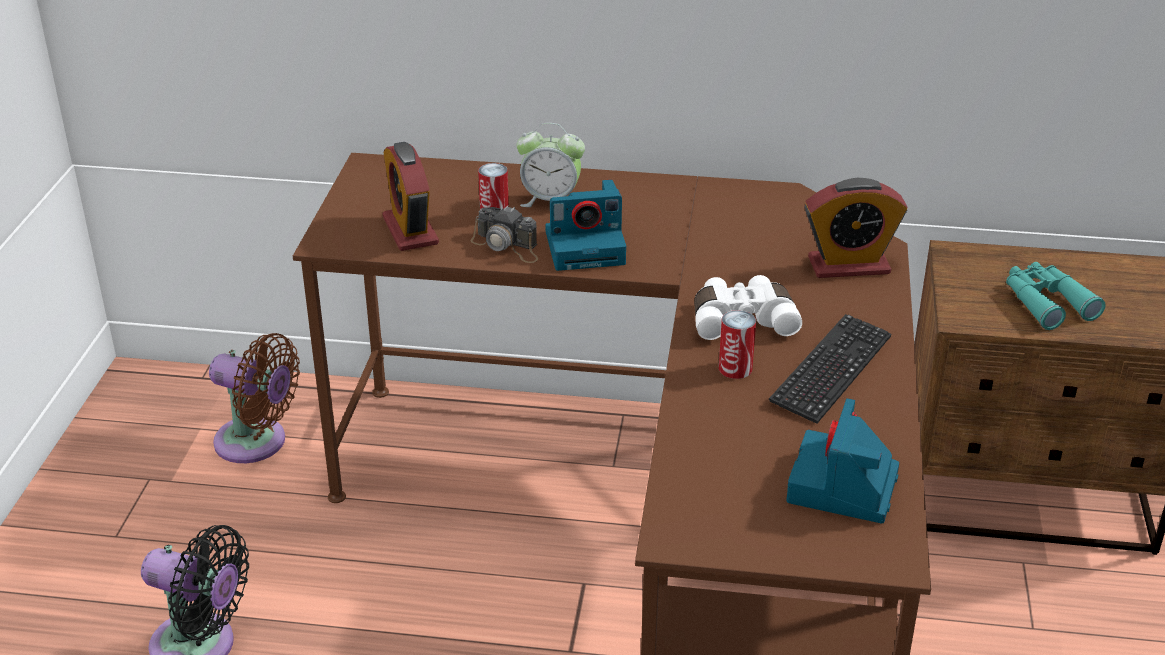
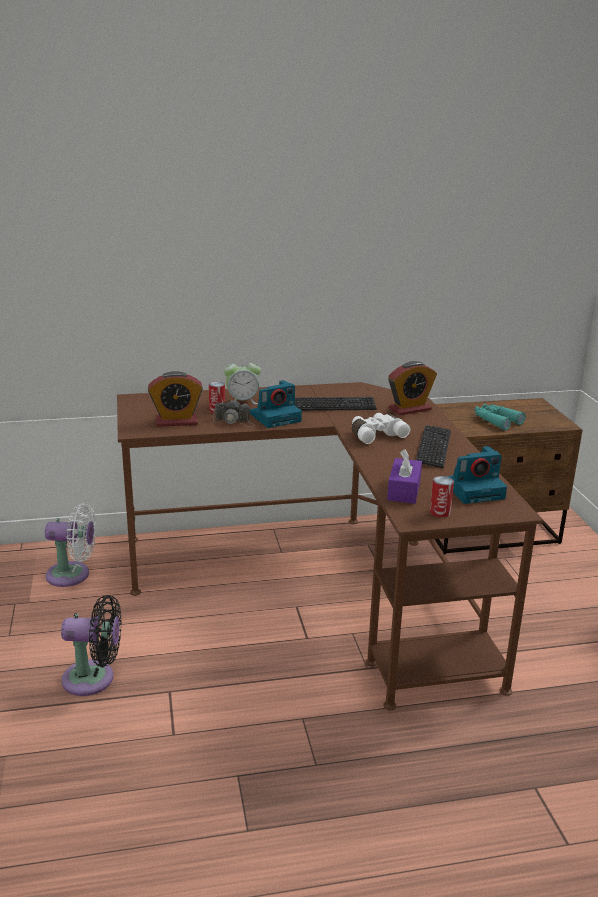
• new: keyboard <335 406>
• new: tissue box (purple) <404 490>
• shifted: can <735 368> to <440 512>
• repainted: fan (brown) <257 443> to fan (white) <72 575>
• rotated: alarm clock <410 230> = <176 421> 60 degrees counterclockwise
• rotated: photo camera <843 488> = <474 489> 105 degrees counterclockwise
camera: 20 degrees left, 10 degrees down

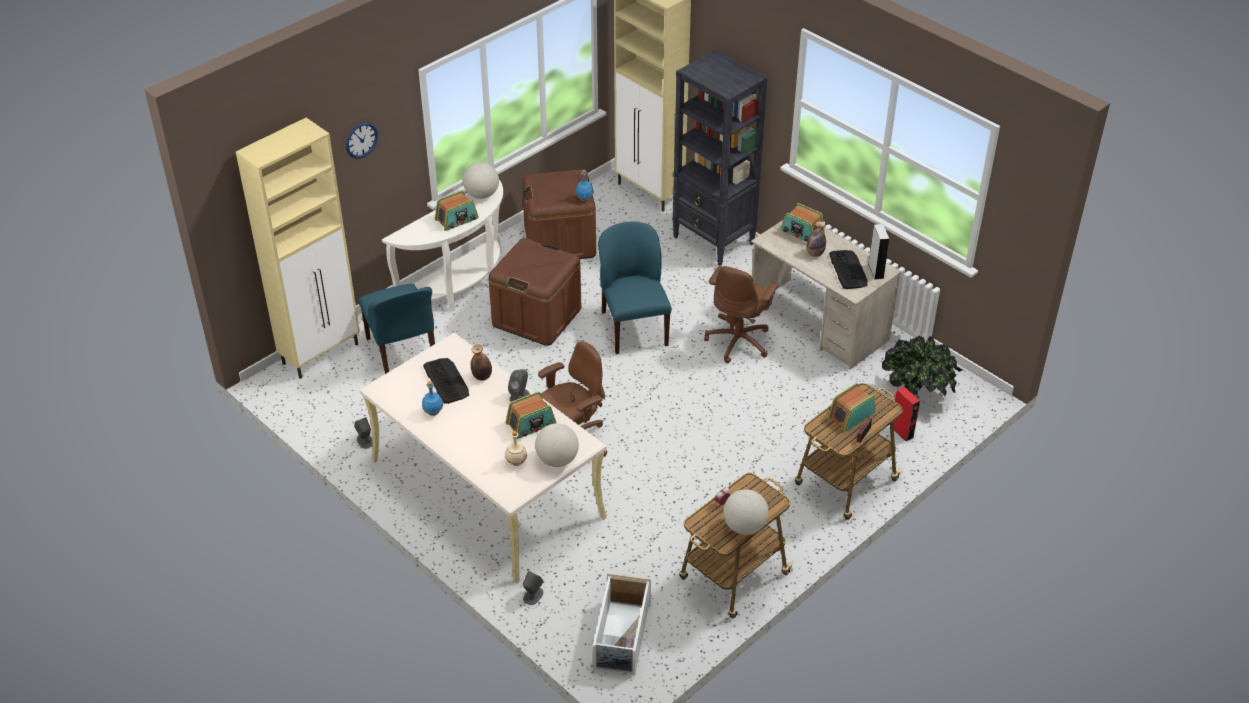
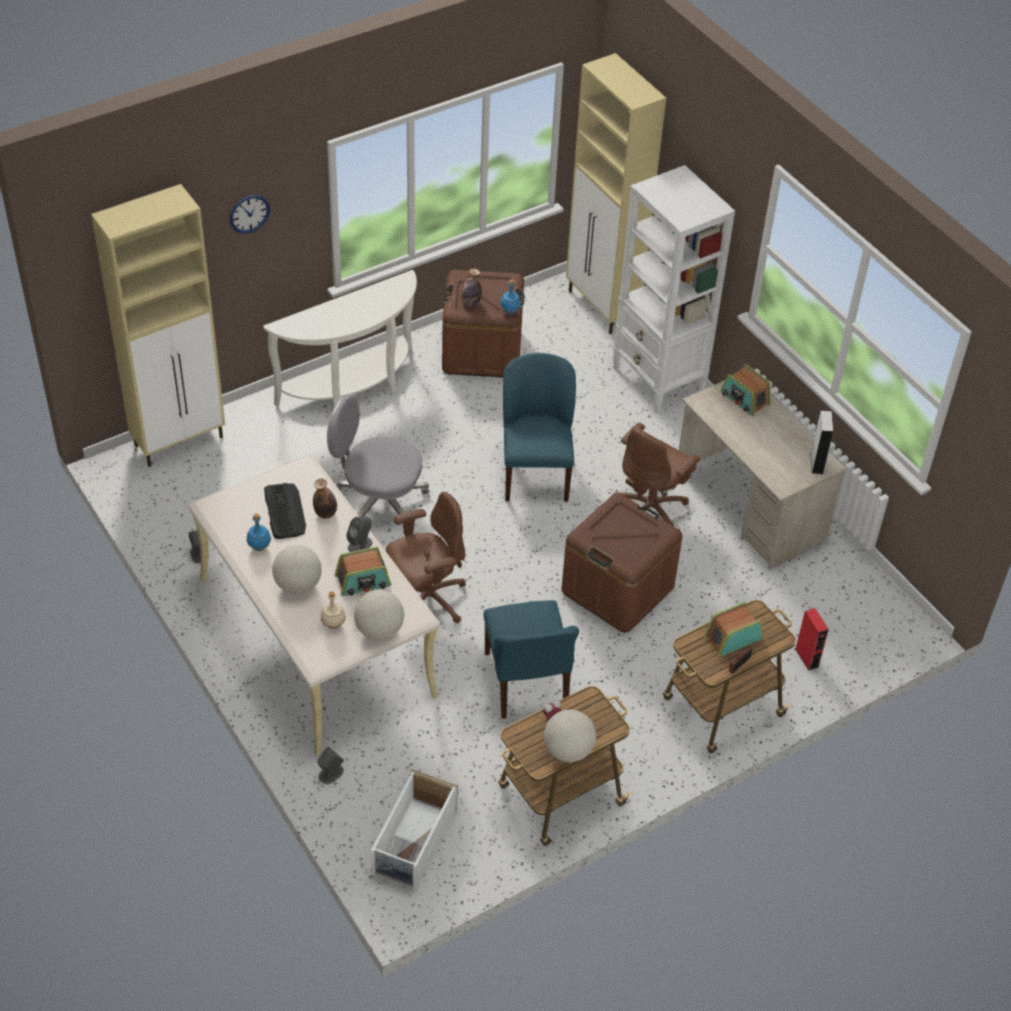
• gone: radio <457 219>
• gone: keyboard <848 269>
• gone: potted plant <917 393>
• new: office chair (grey) <378 501>
• shifted: chair (blue) <402 353> to <526 683>
• shifted: globe <482 195> to <298 585>
• shifted: storage box (brown) <537 317> to <617 589>
• shifted: bottle <815 254> to <470 303>
• repainted: bookcase (black) <714 241> to bookcase (white) <658 381>
camera: 10 degrees right, 5 degrees up

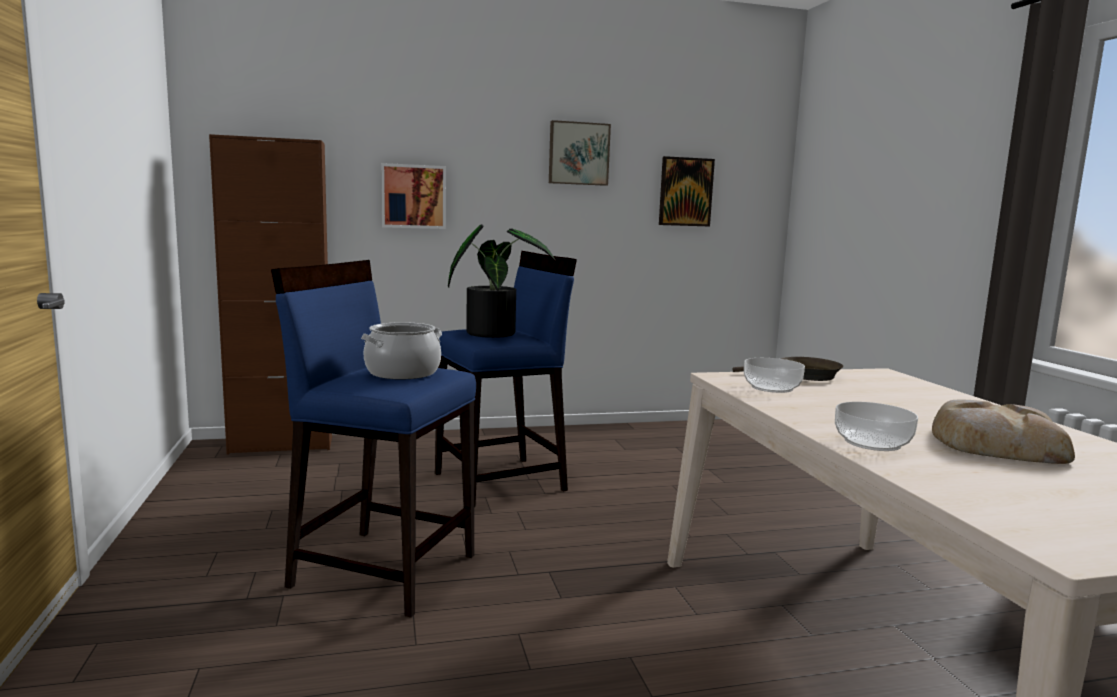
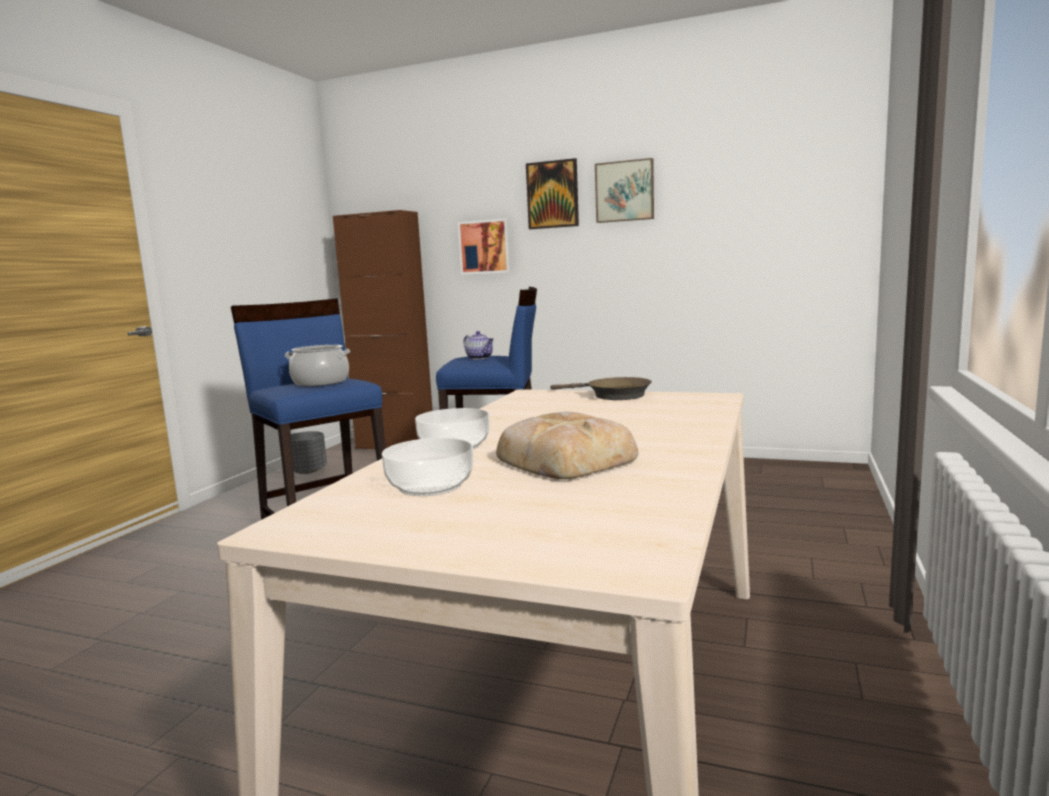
• new: planter (grey) <307 471>
• shifted: picture <685 192> to <552 194>
• shifted: bowl <772 387> to <431 486>
• swapped: potted plant <494 333> to teapot <480 358>
camera: 35 degrees right, 0 degrees up

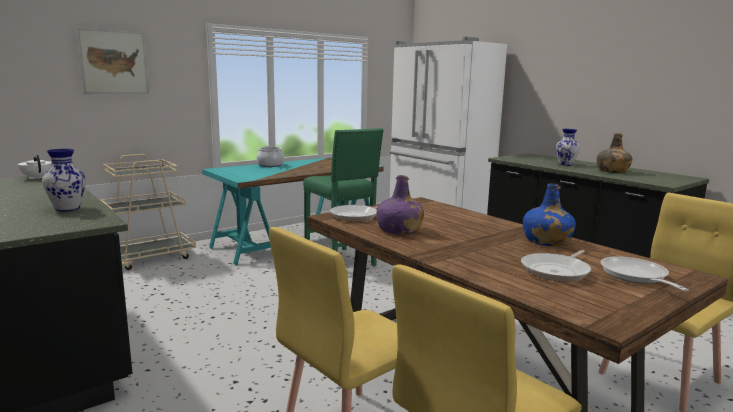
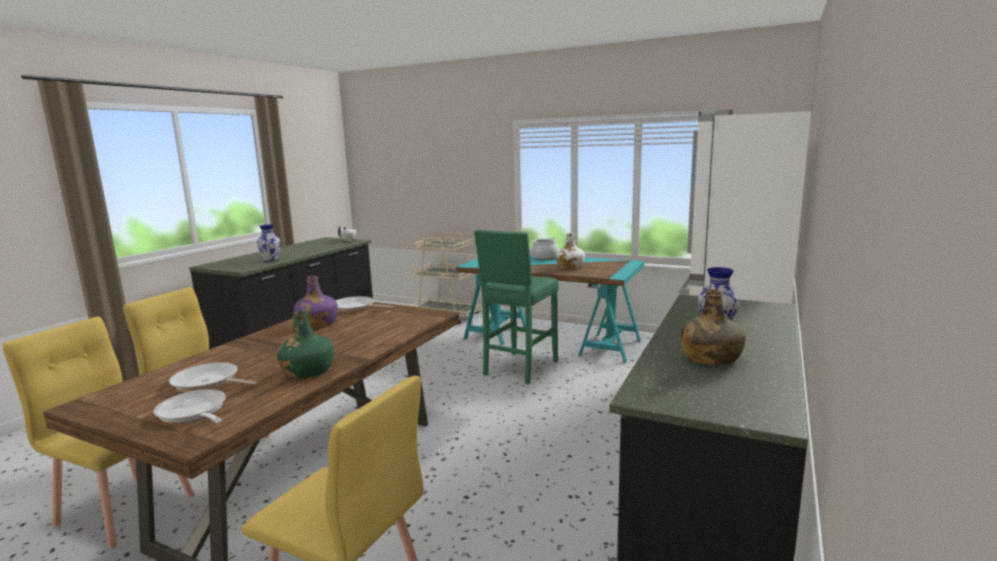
• gone: picture <114 62>
• new: bottle (white) <569 267>
• repainted: bottle (blue) <546 241> to bottle (green) <308 371>
• rotated: frying pan <636 276> = <193 413> 105 degrees counterclockwise
camera: 65 degrees right, 0 degrees up

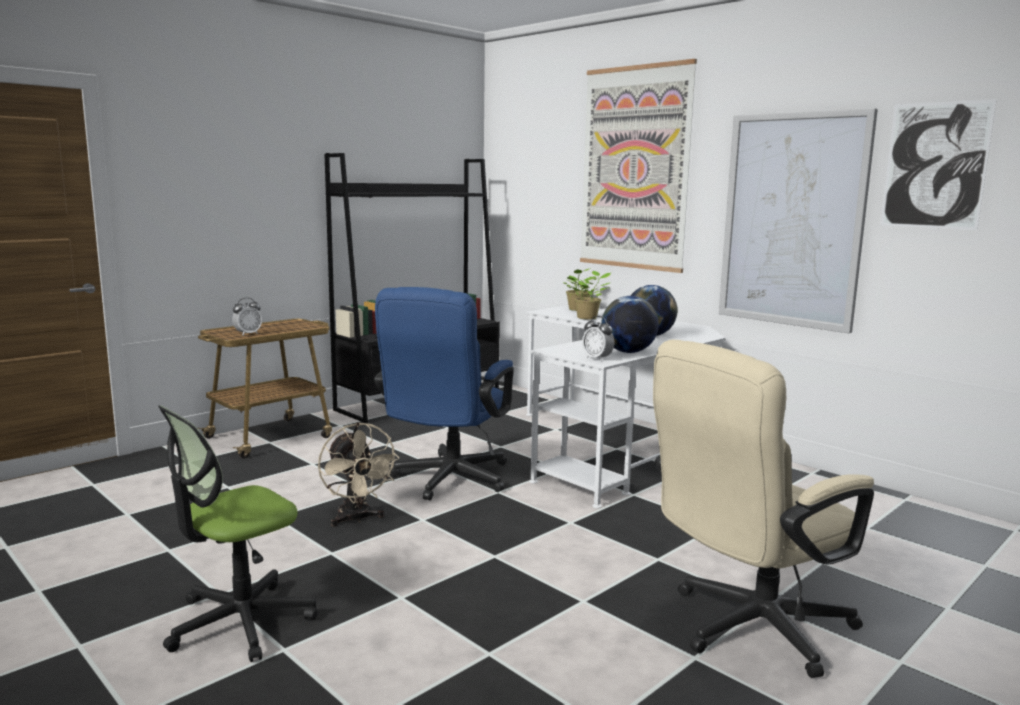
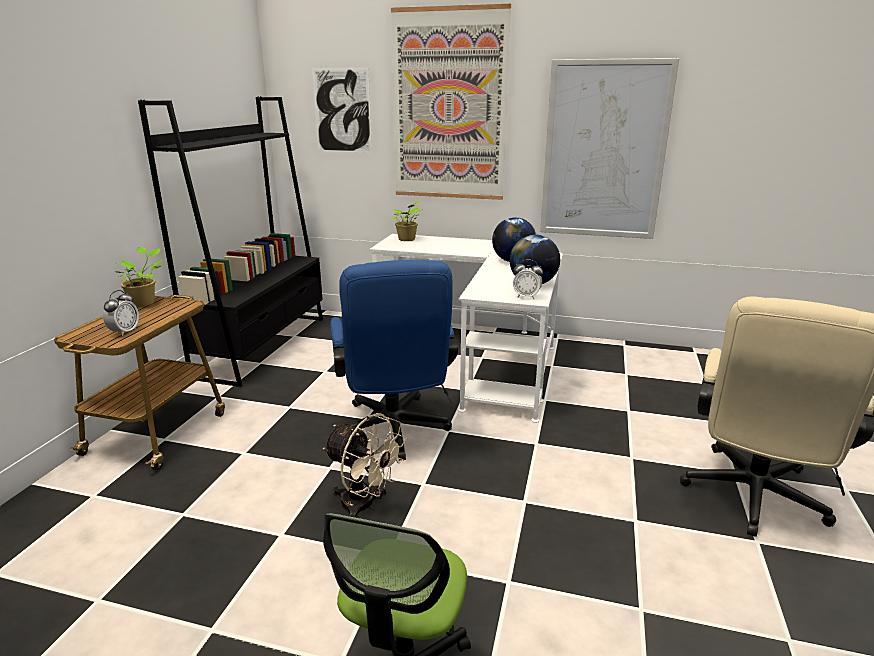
• shifted: potted plant <588 317> to <144 302>
• shifted: picture <935 165> to <342 111>
camera: 30 degrees left, 10 degrees up

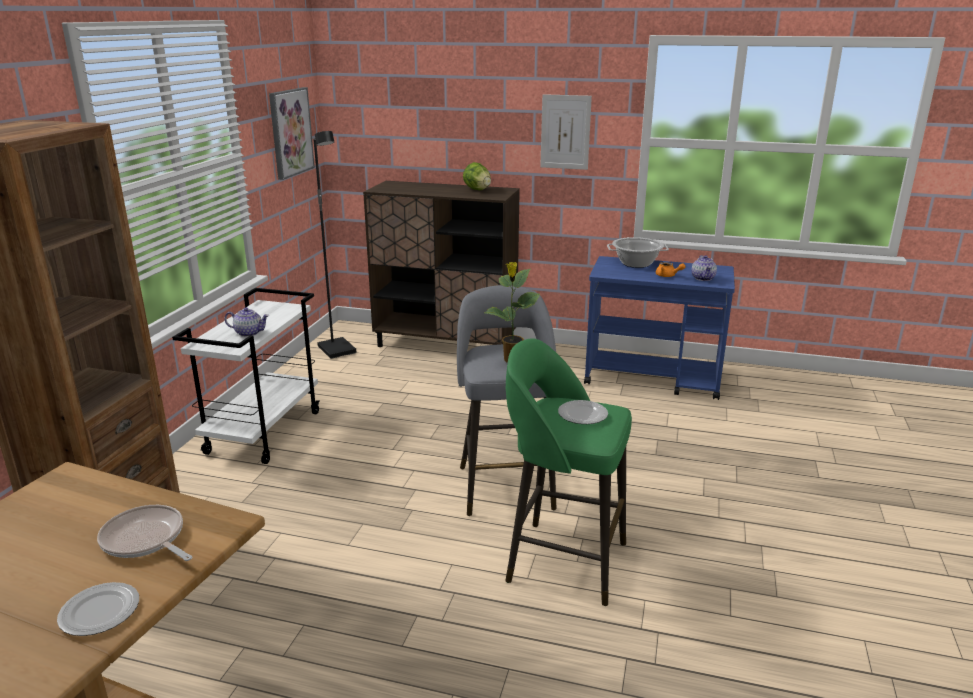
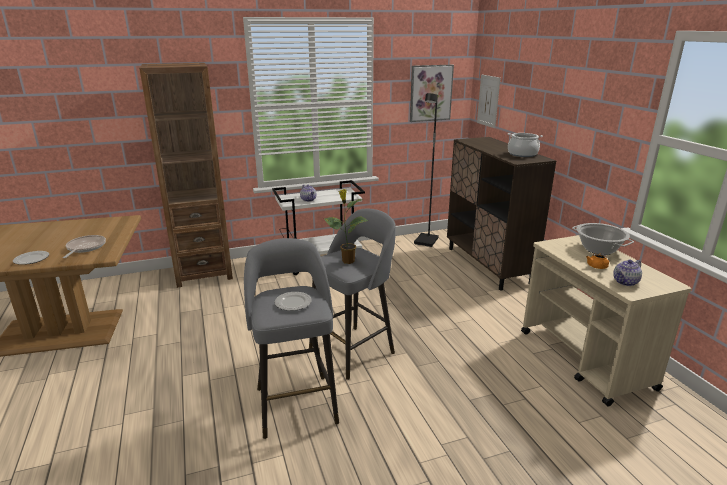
• shifted: picture <565 132> to <488 101>
• swapped: lettuce <477 189> to cooking pot <522 154>
• repainted: stool (green) <563 561> to stool (grey) <296 403>
• repainted: cart (blue) <653 378> to cart (beige) <585 360>
camera: 55 degrees right, 0 degrees up

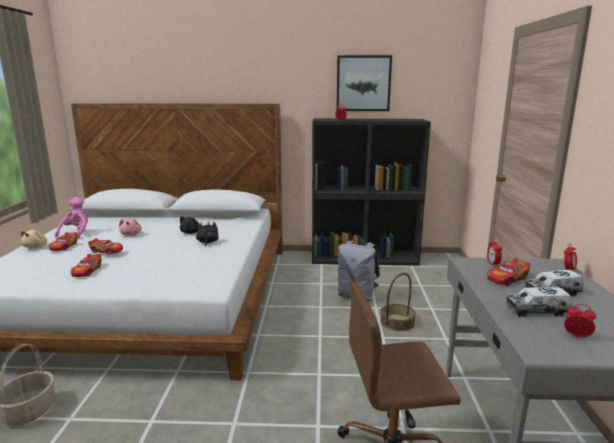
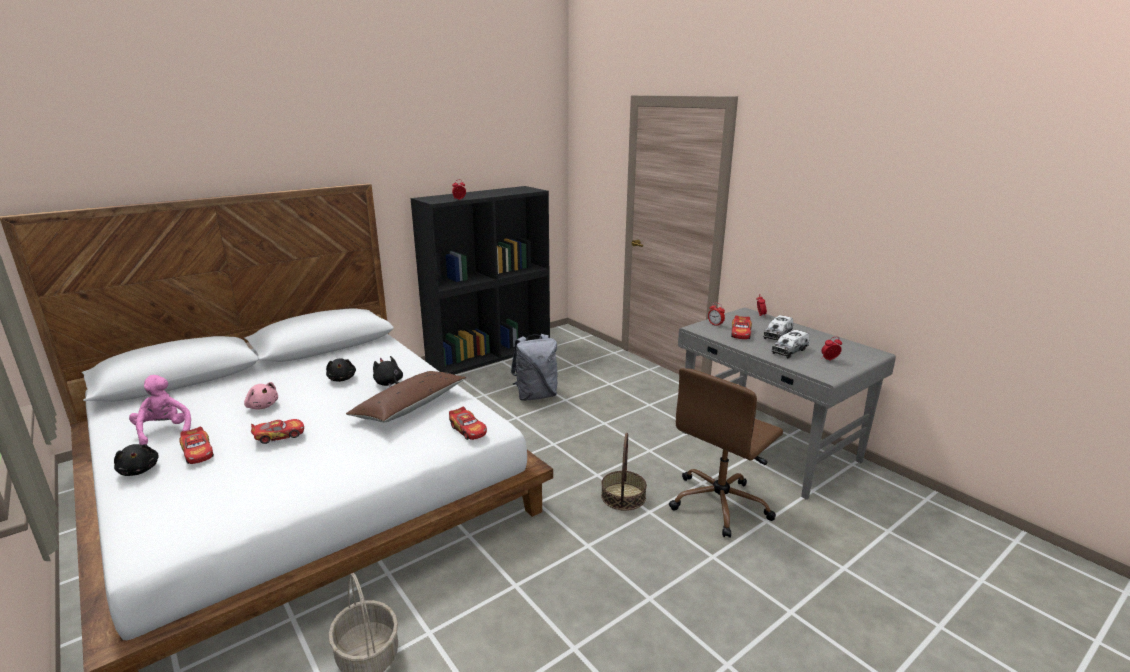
• gone: picture <363 83>
• new: pillow (brown) <410 407>
• shifted: toy car <87 271> to <468 430>
• shifted: basket <397 322> to <623 496>
• repainted: plush toy (beige) <36 247> to plush toy (black) <139 470>
camera: 40 degrees left, 5 degrees up

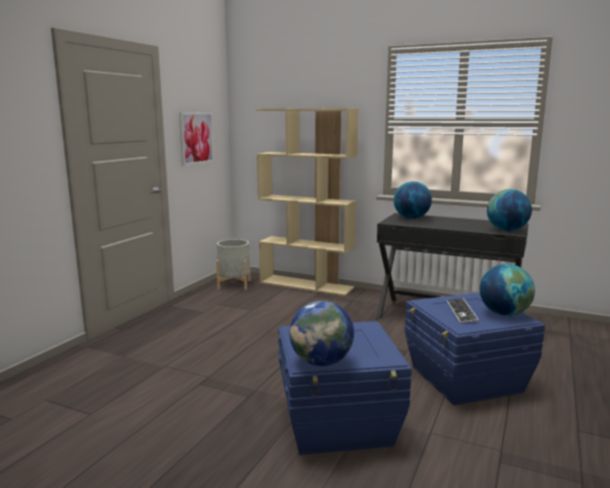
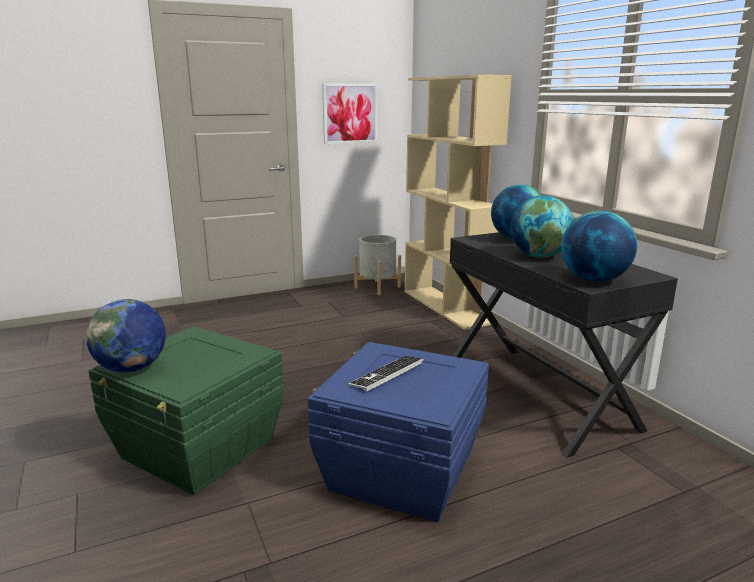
• shifted: globe <504 313> to <539 256>
• repainted: storage box (blue) <339 423> to storage box (green) <198 449>
camera: 40 degrees right, 5 degrees up

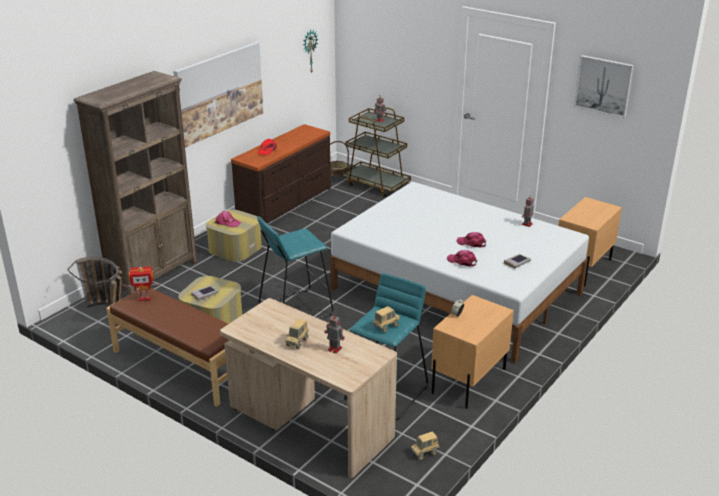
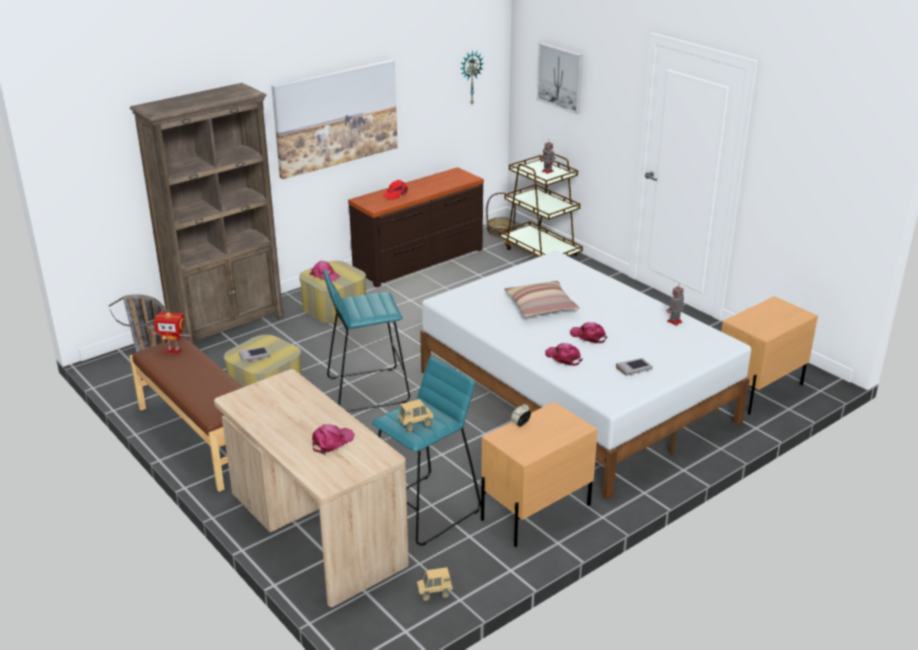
• gone: toy truck <297 342>
• new: pillow <541 306>
• shifted: picture <603 86> to <560 77>
• swapped: toy robot <334 348> to cap (pink) <332 442>
camera: 15 degrees right, 0 degrees up

